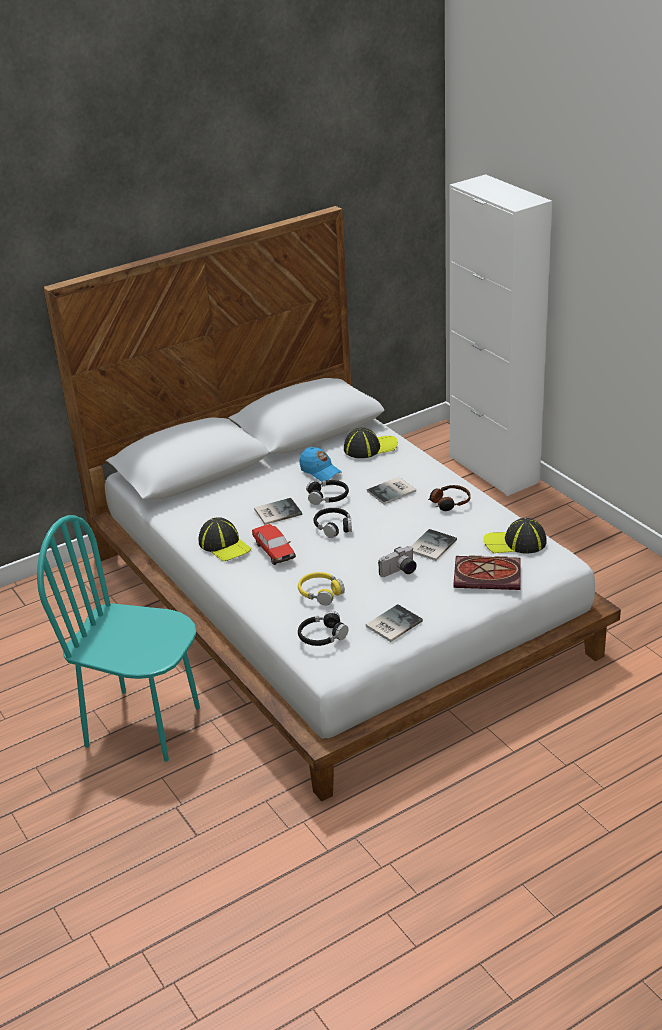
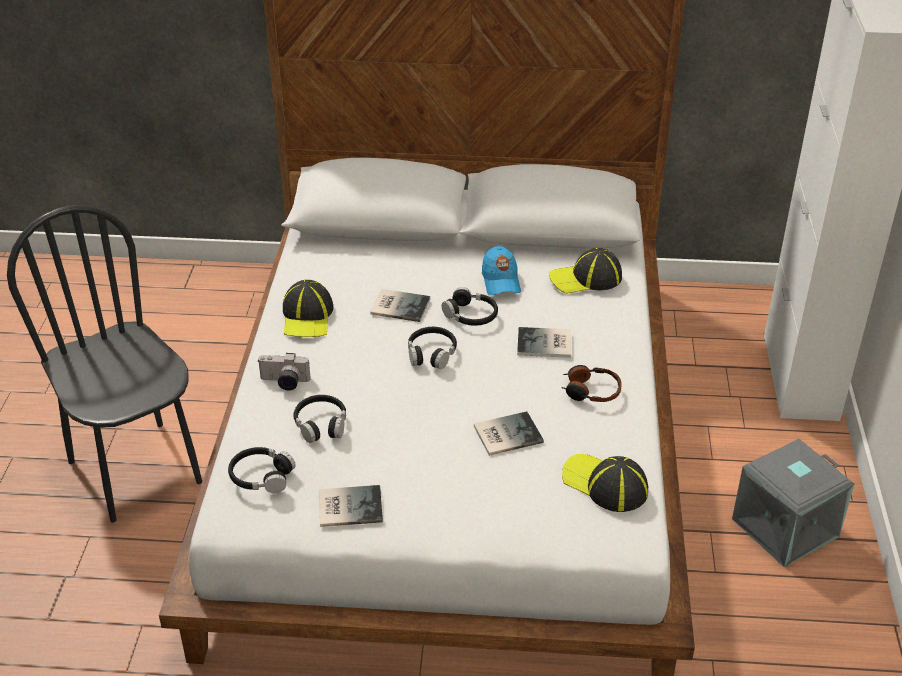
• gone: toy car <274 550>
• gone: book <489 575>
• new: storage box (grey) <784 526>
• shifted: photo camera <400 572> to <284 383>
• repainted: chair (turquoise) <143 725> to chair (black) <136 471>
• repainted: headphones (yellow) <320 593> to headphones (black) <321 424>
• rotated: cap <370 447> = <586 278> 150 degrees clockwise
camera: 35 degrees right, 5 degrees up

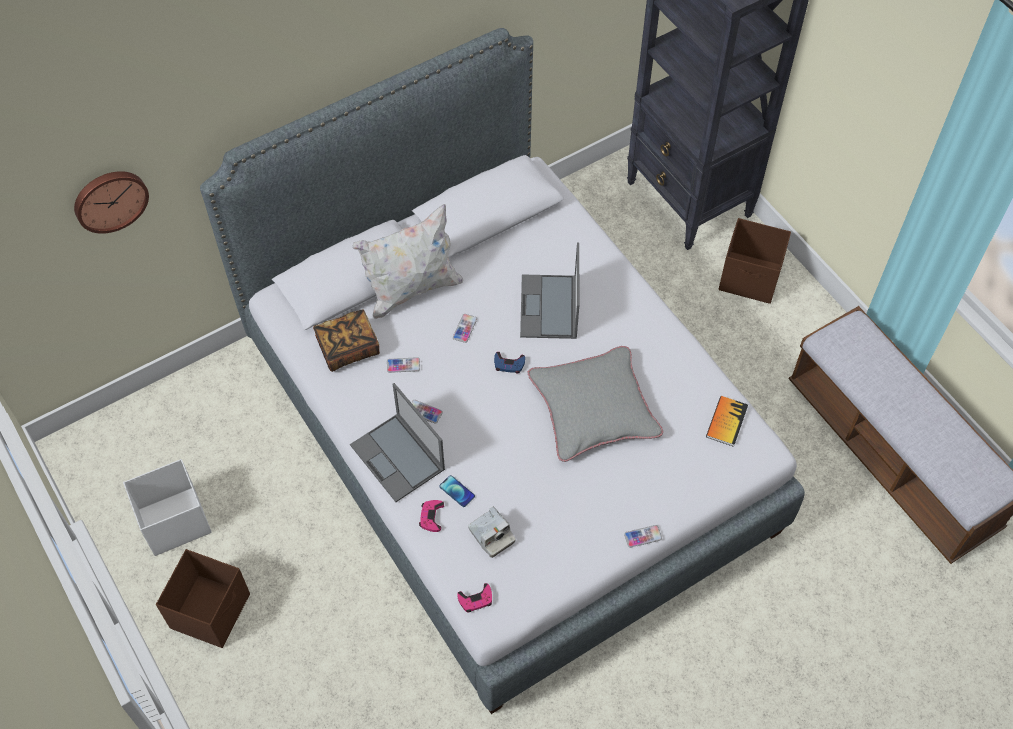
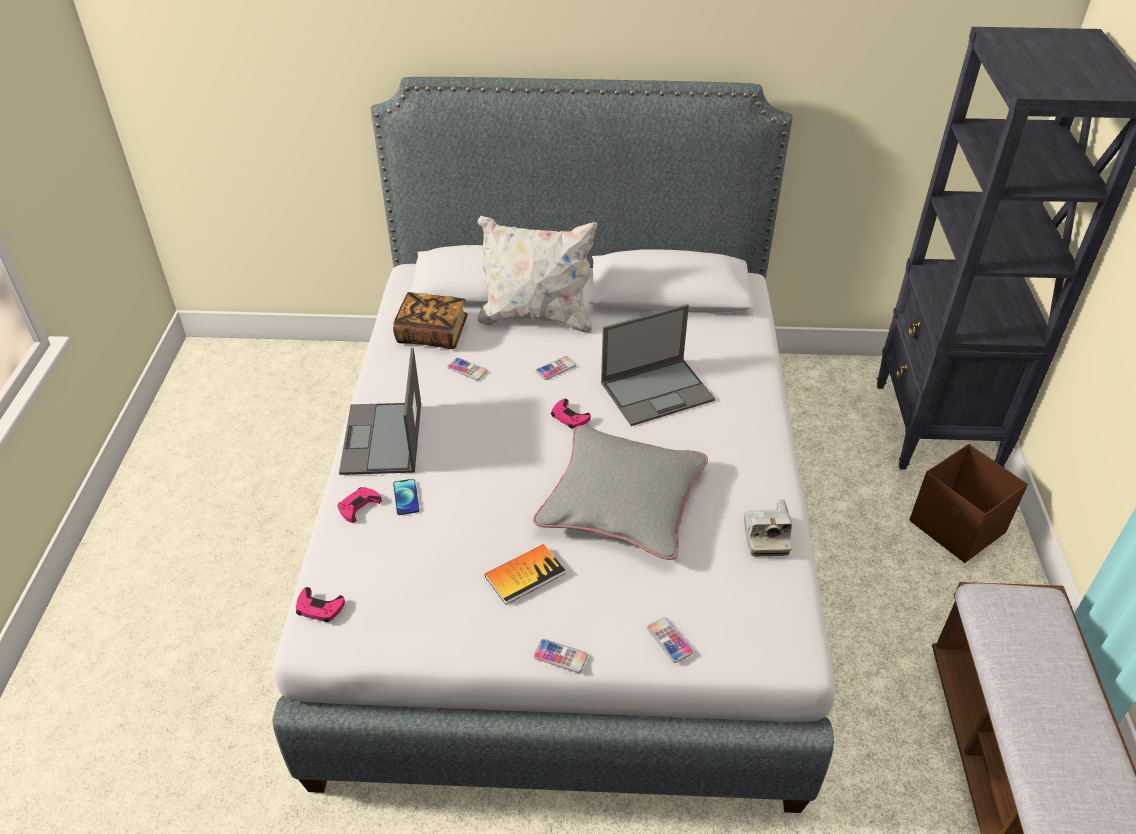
• gone: wall clock <110 199>
• gone: storage box (white) <173 521>
• gone: storage box (brown) <211 610>
• shifted: phone <424 412> to <669 640>
• shifted: photo camera <491 535> to <765 536>
• shifted: book <726 421> to <525 575>
• repainted: game controller (blue) <509 364> to game controller (pink) <569 417>
• rotated: laptop <549 308> = <658 391> 150 degrees counterclockwise
camera: 35 degrees right, 15 degrees down

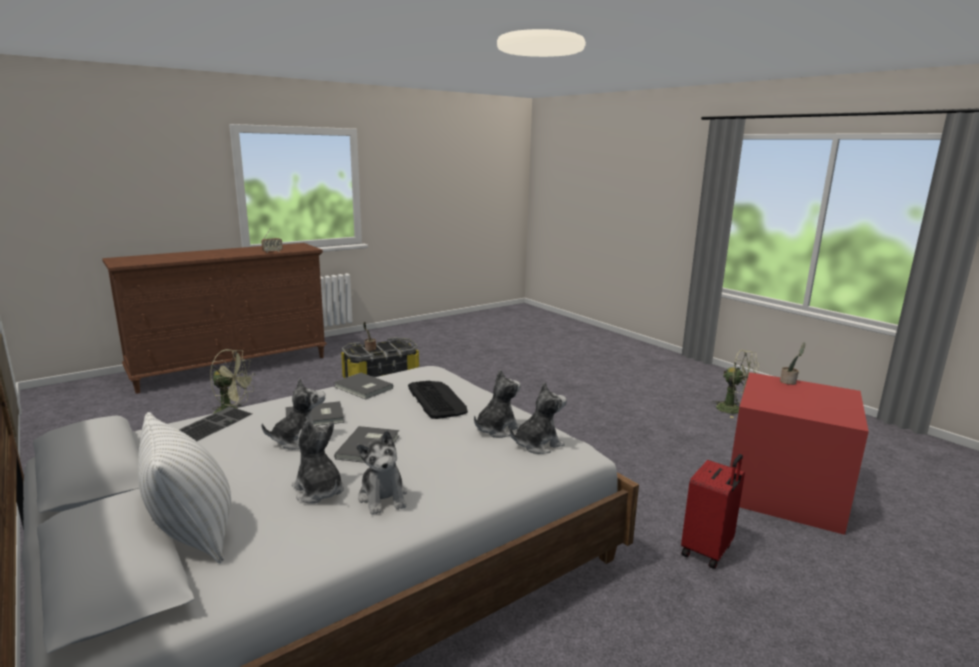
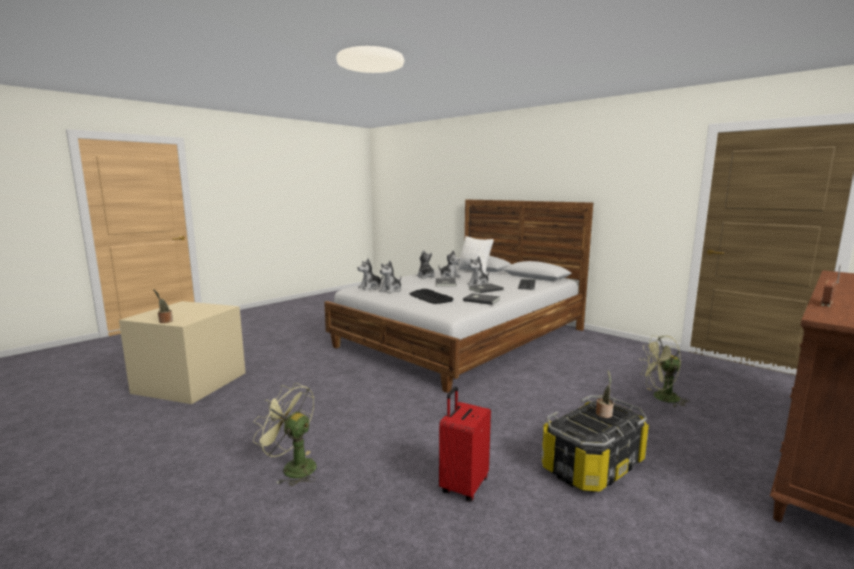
• shifted: suitcase (red) <708 551> to <463 486>
• shifted: fan (green) <735 410> to <292 467>
• repainted: storage box (red) <786 493> to storage box (beige) <190 382>
camera: 170 degrees right, 5 degrees down

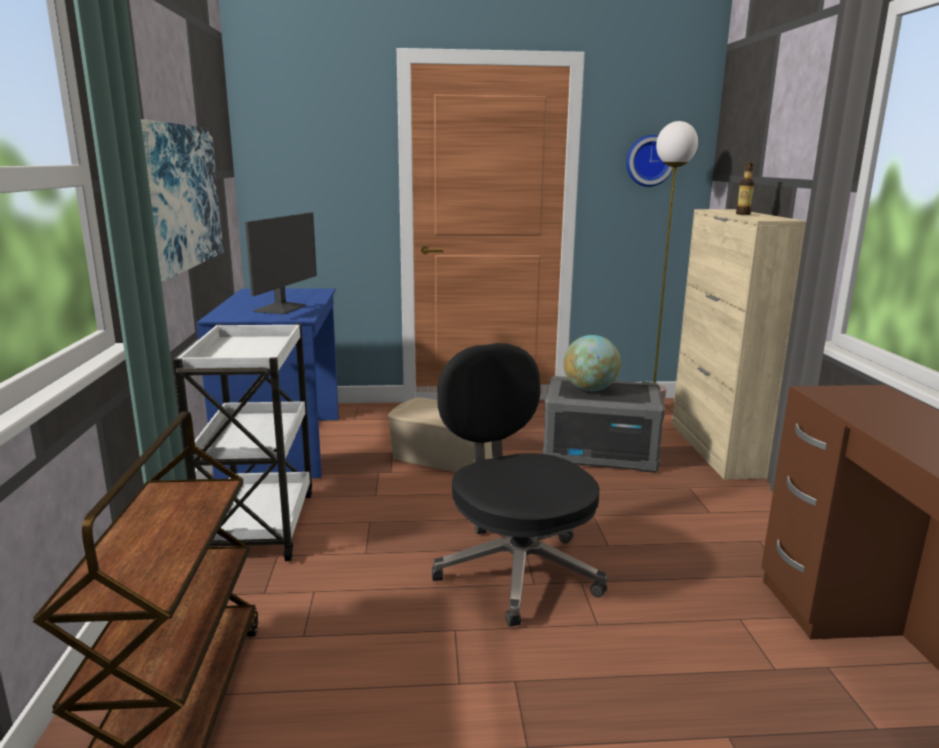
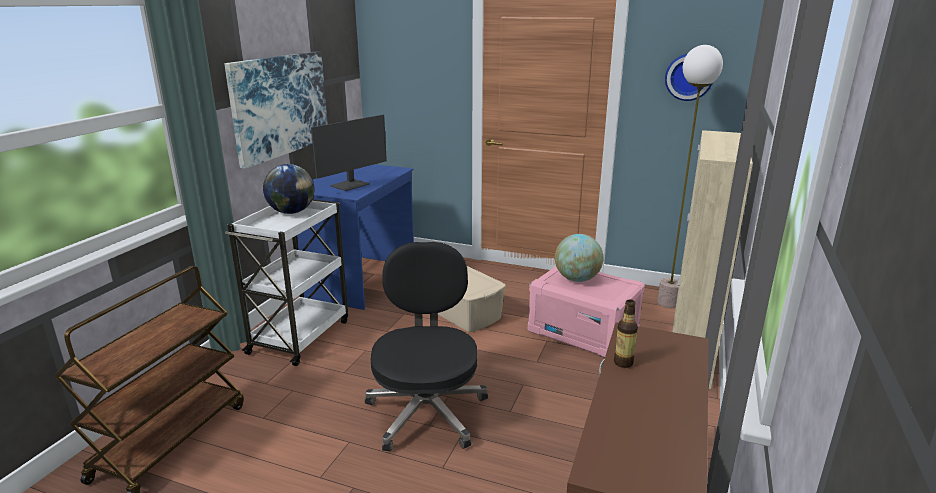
• new: globe <291 212>
• shifted: bottle <743 214> to <623 363>
• repainted: storage box (grey) <600 452> to storage box (pink) <583 332>
camera: 25 degrees right, 5 degrees up

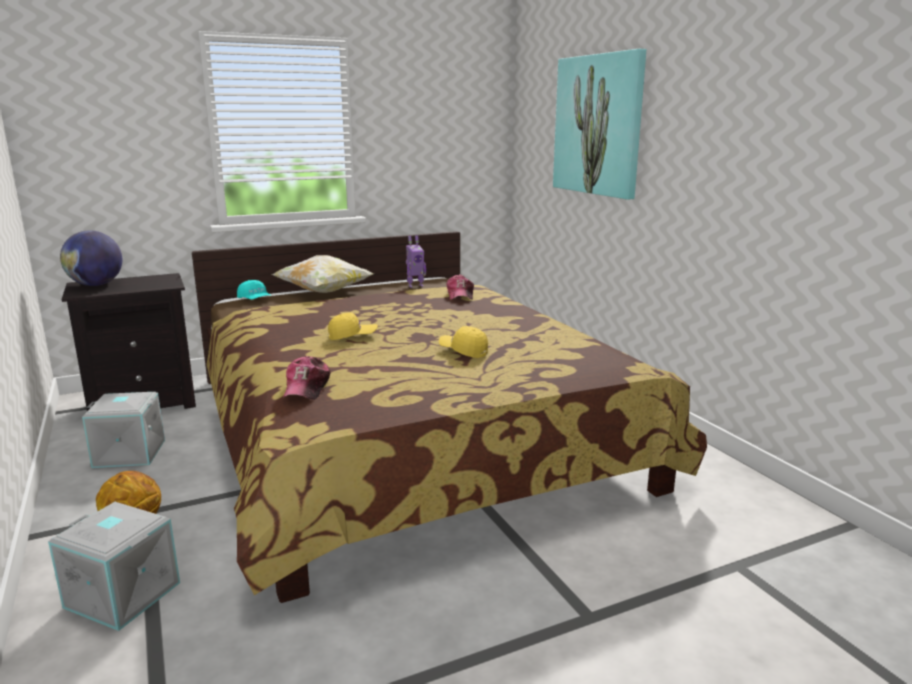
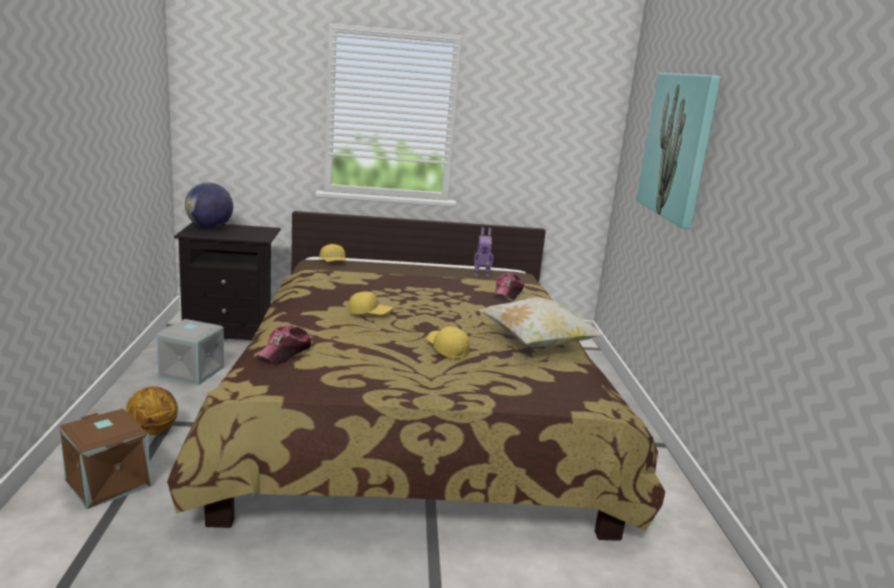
• shifted: pillow <324 292> to <536 344>
• repainted: storage box (grey) <125 594> to storage box (brown) <109 483>
• repainted: cap (turquoise) <255 300> to cap (yellow) <333 262>
camera: 20 degrees right, 0 degrees up

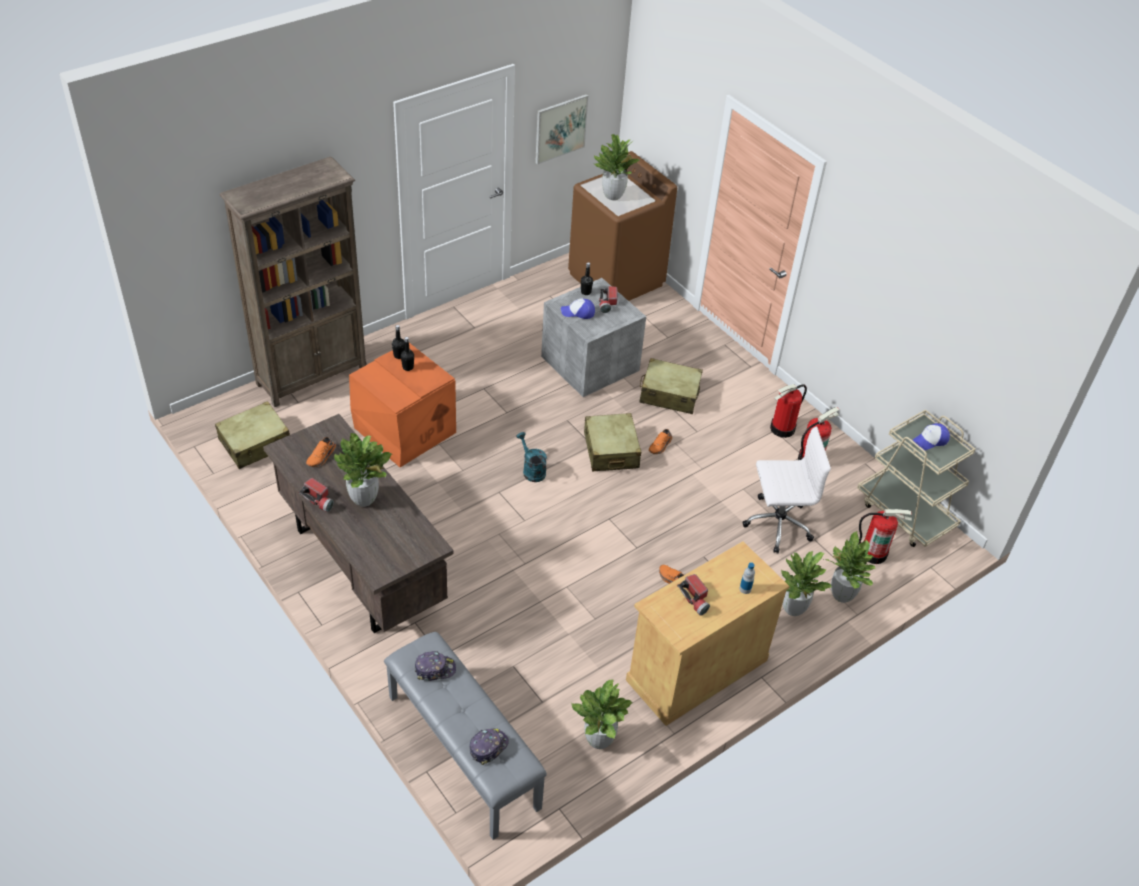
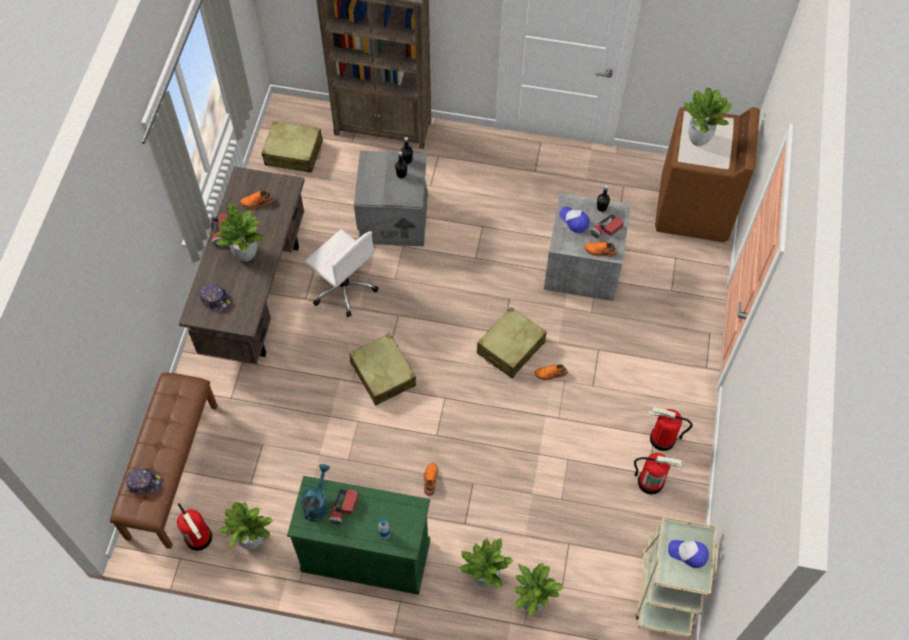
• gone: picture <560 128>
• new: shoe (orange) <600 251>
• shifted: cap <435 669> to <216 300>
• shifted: watering can (turquoise) <531 470> to <317 503>
• shifted: suitcase (beige) <669 394> to <383 374>
• shifted: office chair (white) <776 524> to <344 288>
• shifted: fire extinguisher <873 553> to <199 537>
• repainted: storage box (orange) <404 431> to storage box (grey) <392 218>
• repainted: bench (grey) <462 751> to bench (brown) <172 470>
• repainted: cabinet (beige) <696 670> to cabinet (green) <366 555>
camera: 50 degrees right, 15 degrees up

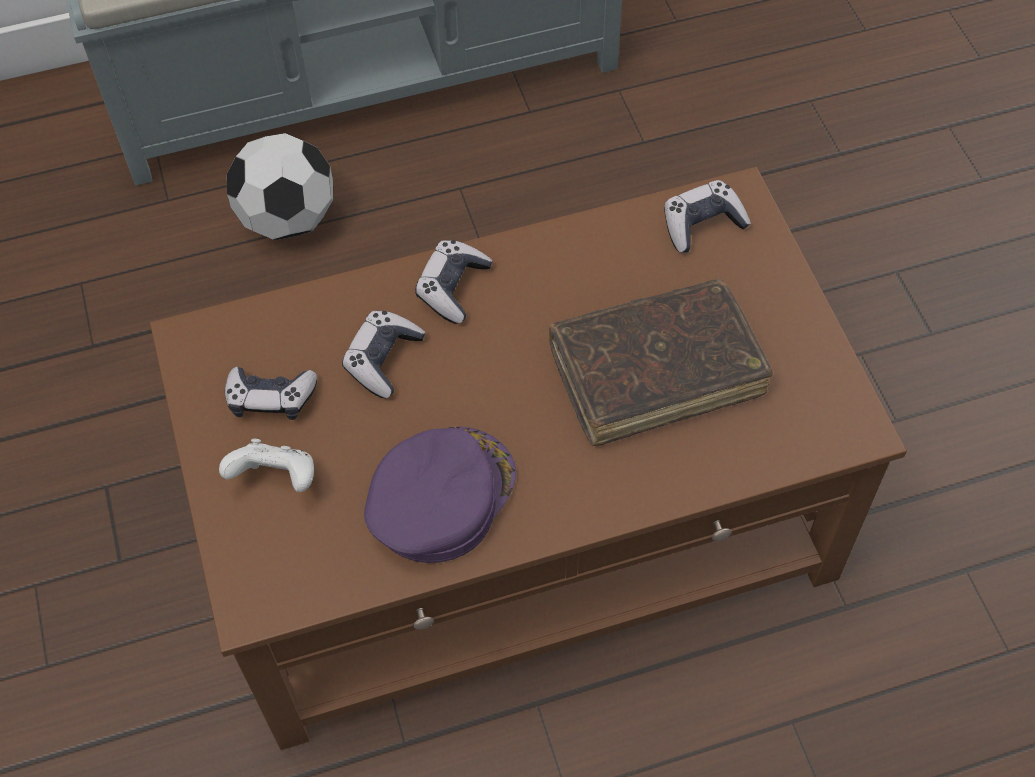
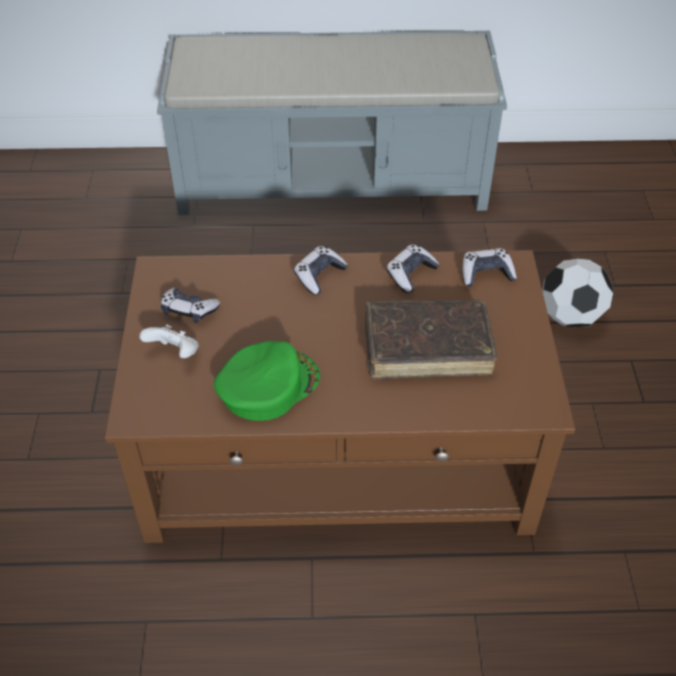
• shifted: football <288 220> to <570 317>
• shifted: game controller <383 359> to <410 274>
• repainted: cap (purple) <440 496> to cap (green) <267 385>
camera: 15 degrees right, 10 degrees down

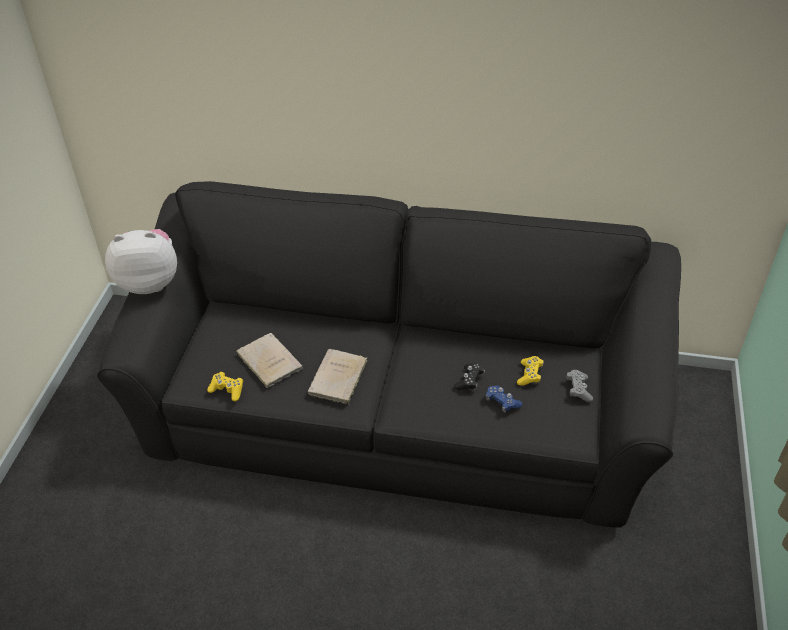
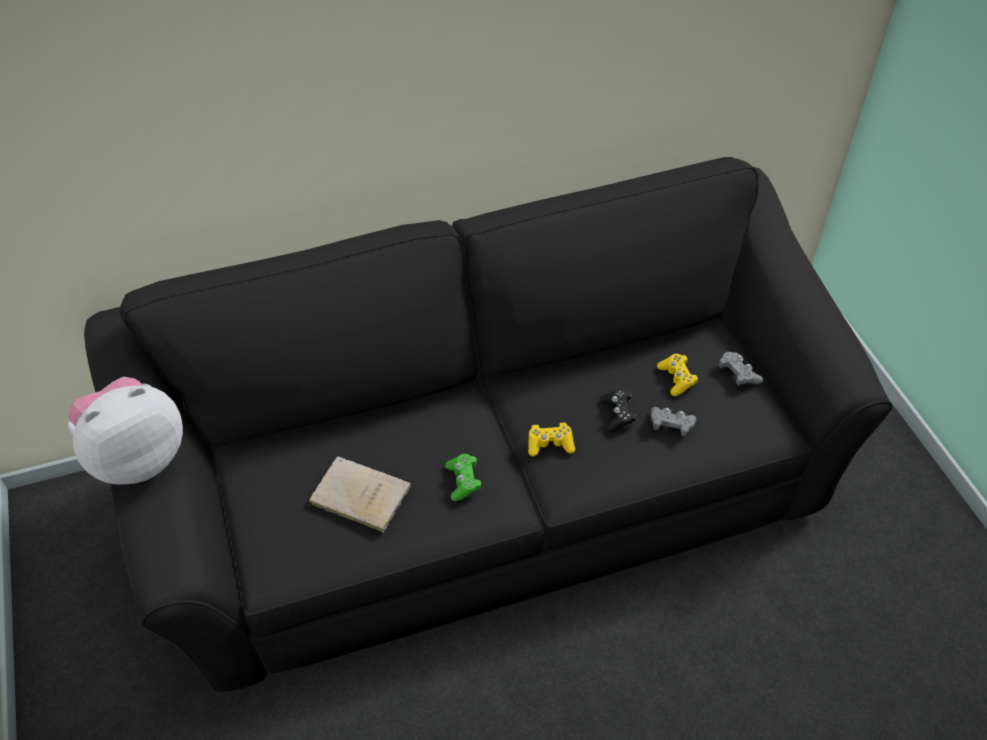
• shifted: game controller (yellow) <227 390> to <550 444>
• swapped: book (beige) <337 379> to game controller (green) <463 481>
• repainted: game controller (blue) <502 402> to game controller (grey) <671 425>
camera: 30 degrees left, 5 degrees up

